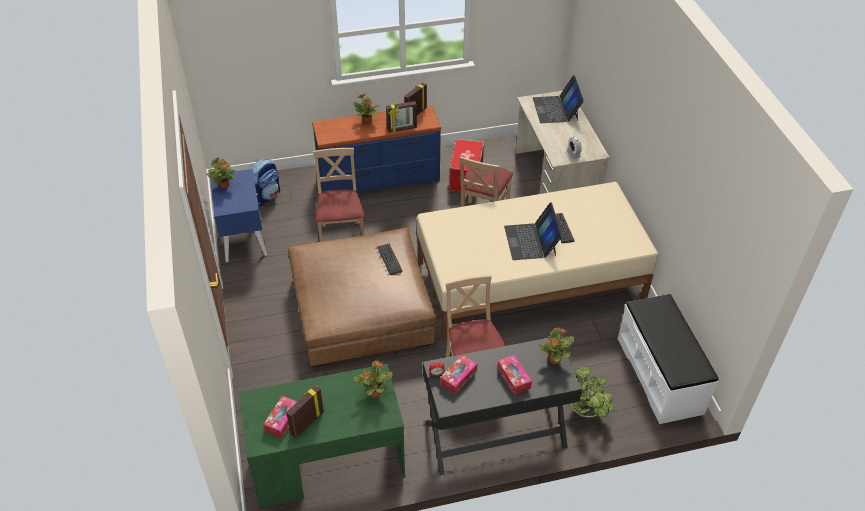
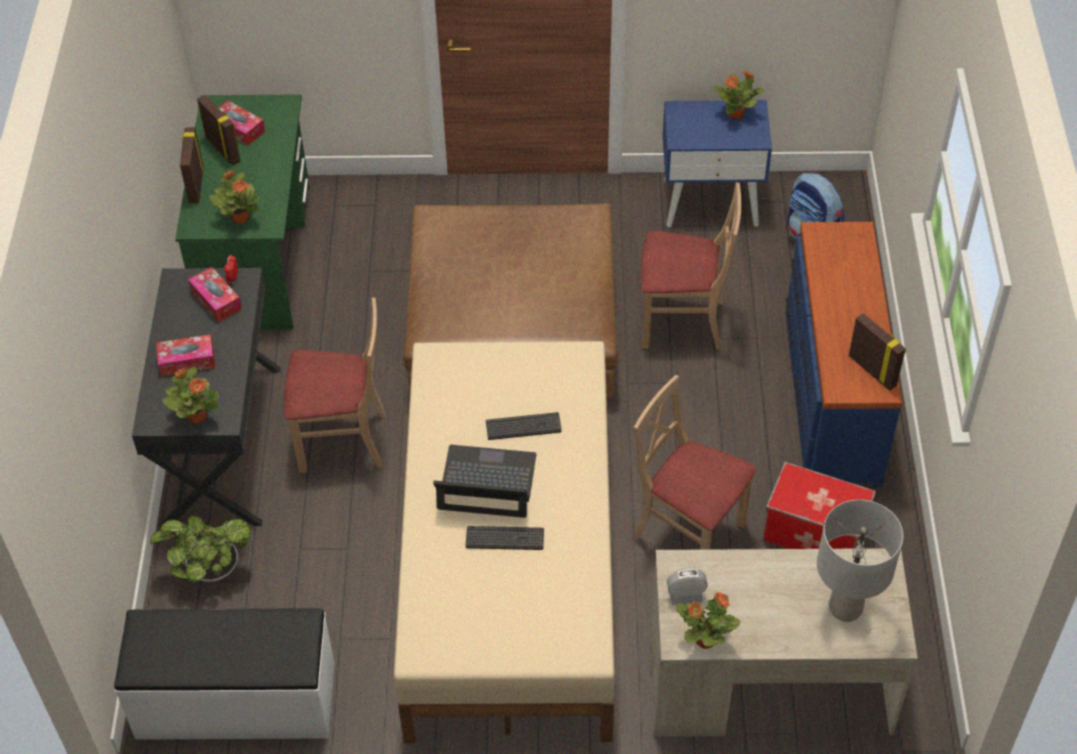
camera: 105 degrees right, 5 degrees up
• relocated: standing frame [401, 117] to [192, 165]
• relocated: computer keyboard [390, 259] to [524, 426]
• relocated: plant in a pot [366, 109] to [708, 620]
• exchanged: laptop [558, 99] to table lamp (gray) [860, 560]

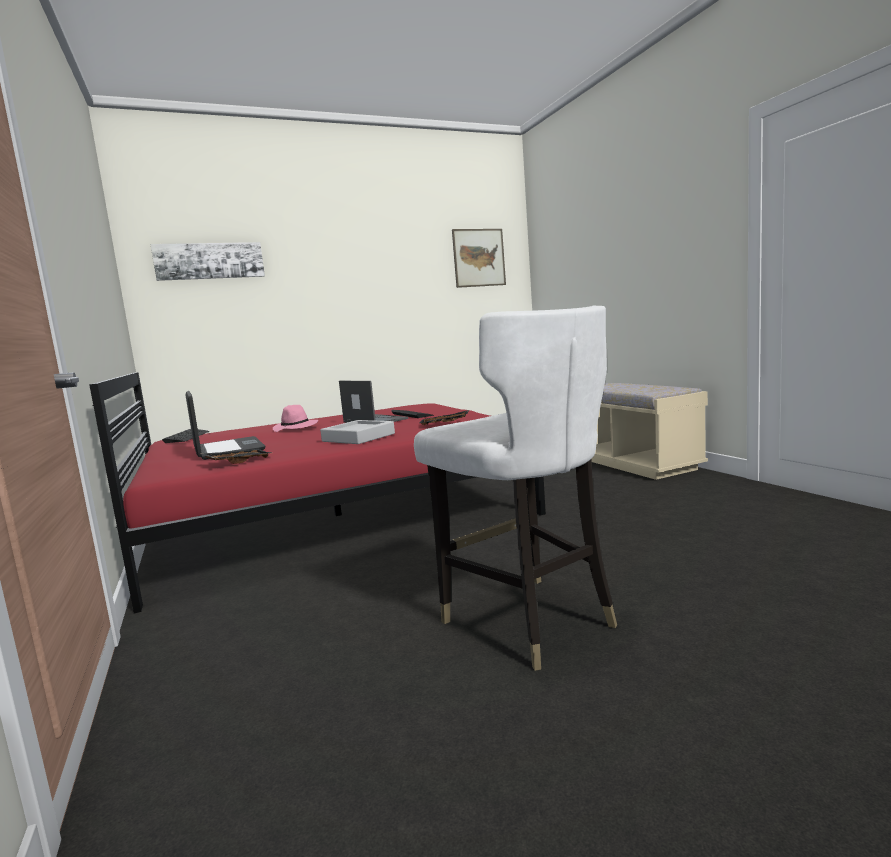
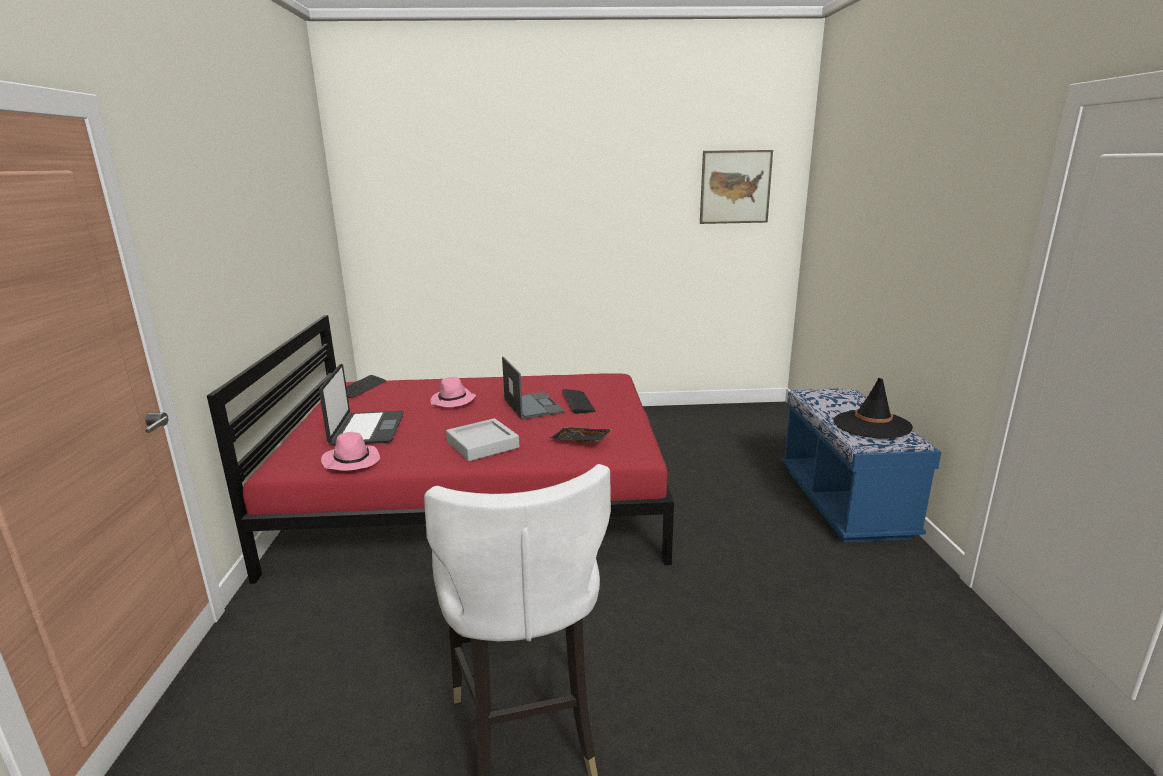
camera: 20 degrees right, 10 degrees up
• exchanged: serving tray (blackish) [235, 456] to clothing hat (pink) [350, 451]
• colour: indoor bench (beige) [649, 431] to indoor bench (blue-coloured) [861, 465]
• appeared: clothing hat (blackish) [873, 408]
• missing: wall art [207, 261]

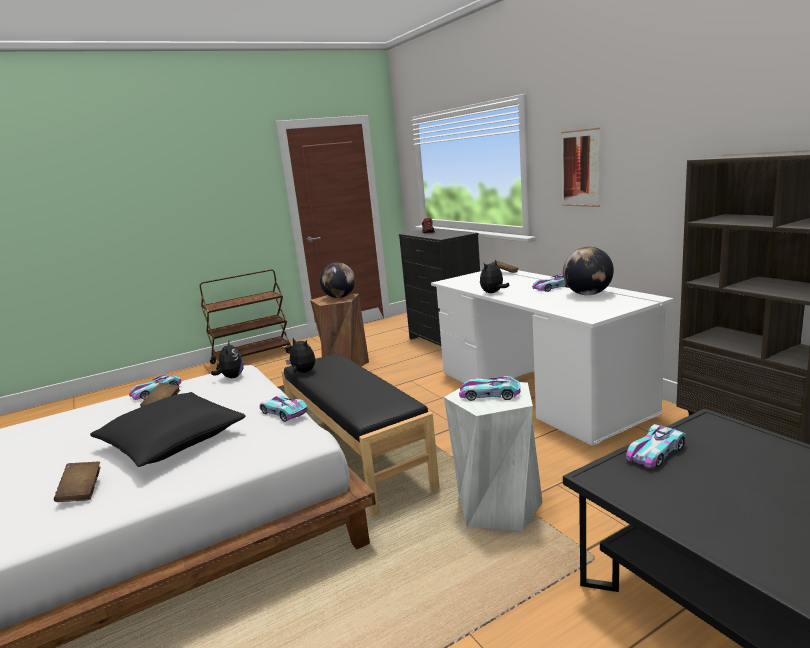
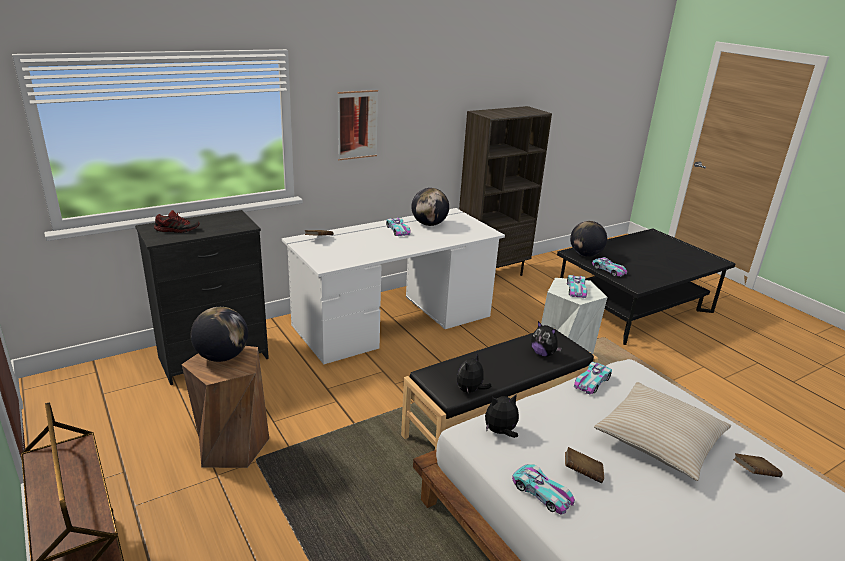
camera: 95 degrees left, 10 degrees up
• relocated: plush toy [495, 276] to [546, 339]
• appeared: desk globe [588, 239]
• colour: cushion (blackish) [168, 429] to cushion (beige) [662, 431]

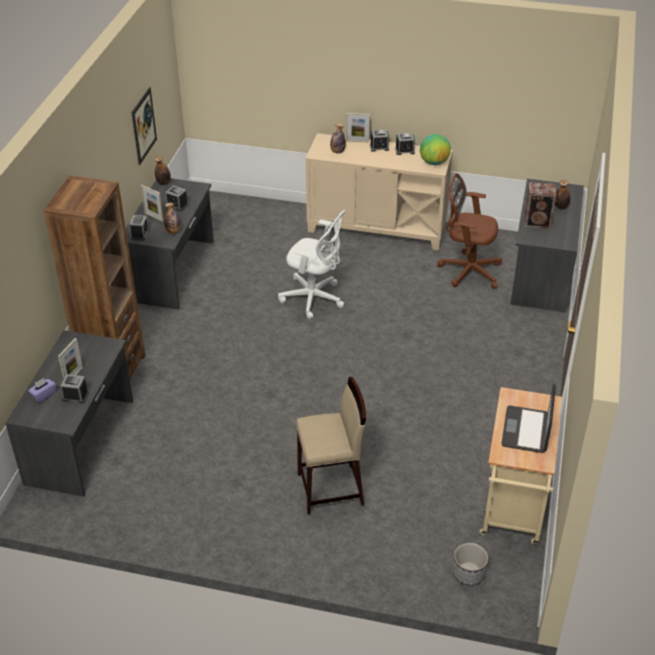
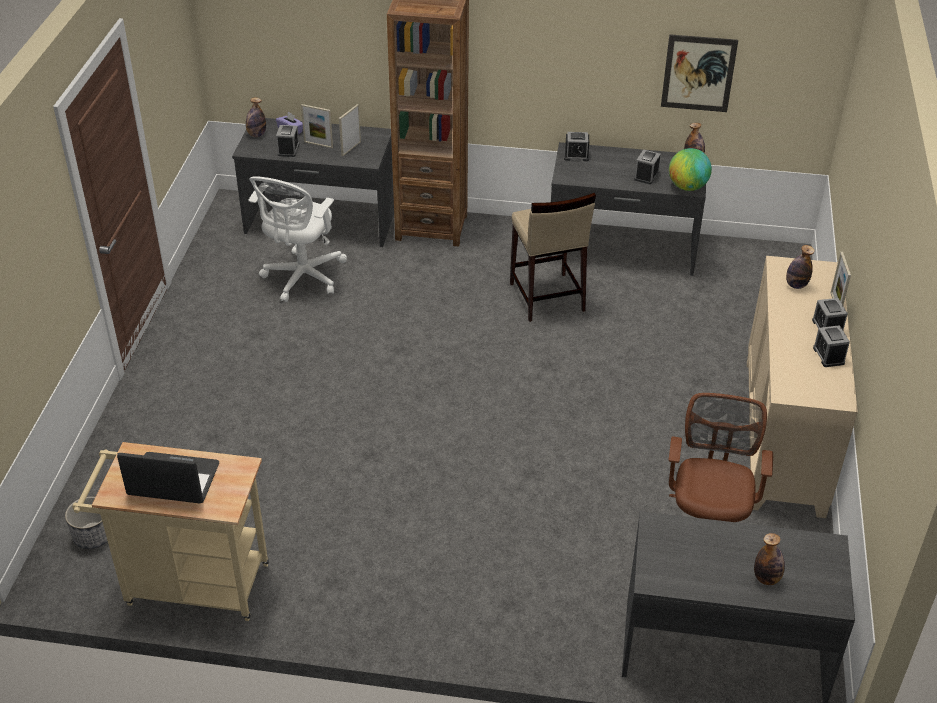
camera: 85 degrees right, 0 degrees up
• relocated: drink bottle [172, 218] to [256, 117]
• relocated: office chair (white-coloured) [311, 264] to [298, 239]
• relocated: standing frame [152, 203] to [350, 130]
• relocated: stool seat (beige) [331, 446] to [553, 257]
• relocated: desk globe [435, 149] to [690, 169]
• missing: audio speaker [540, 205]

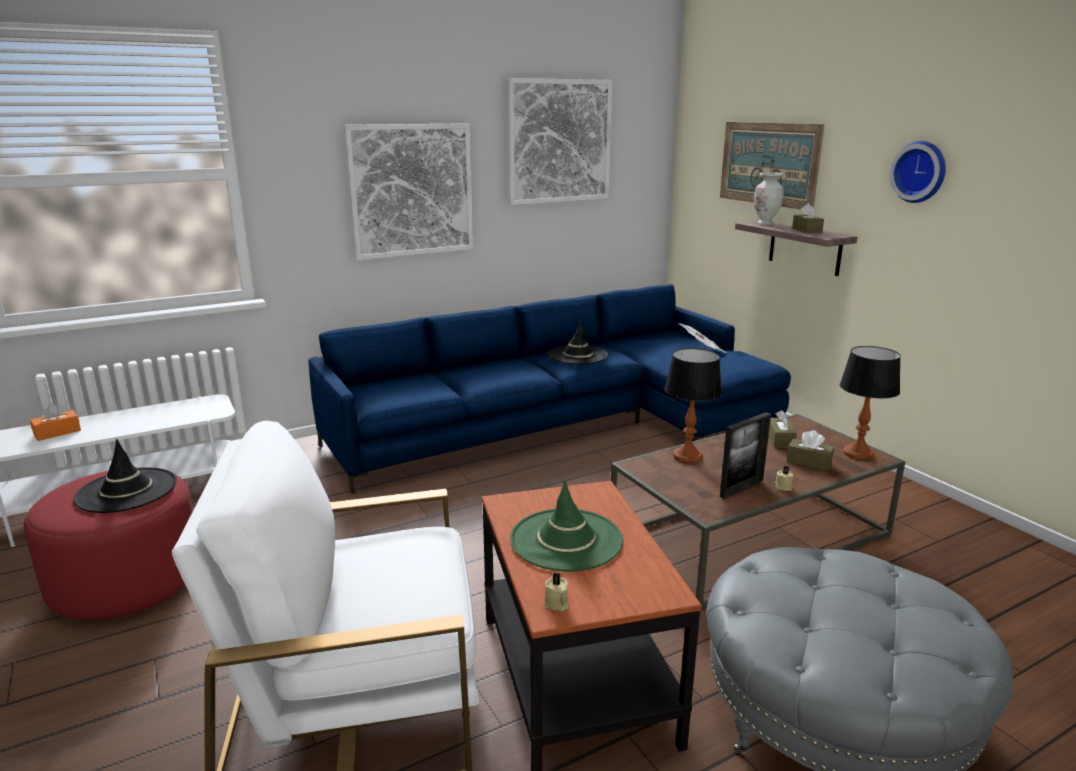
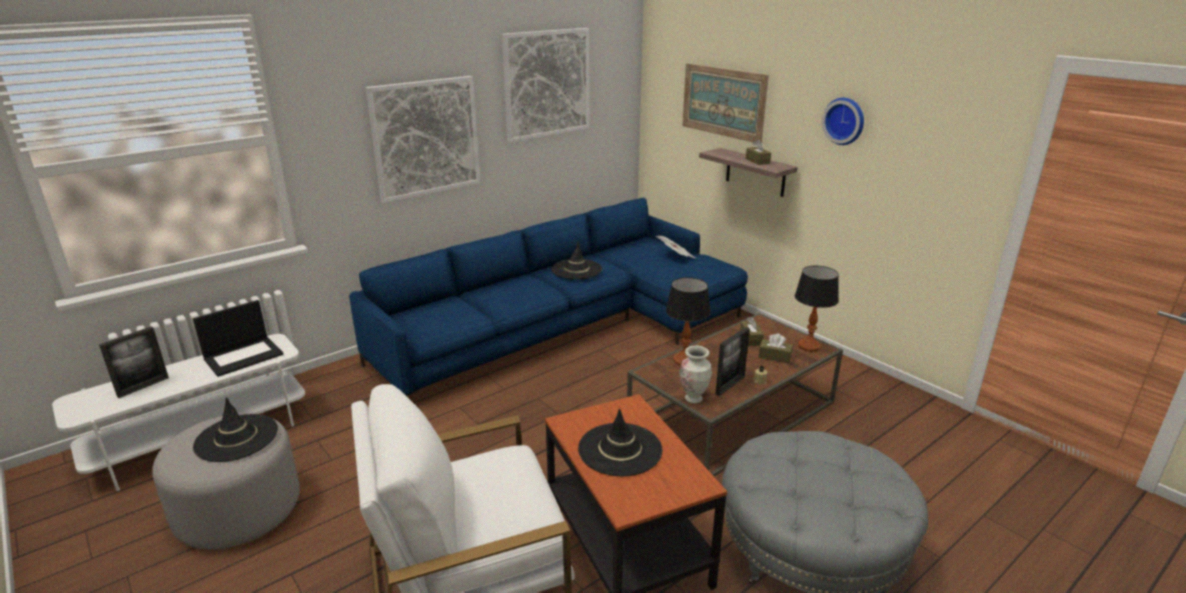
camera: 10 degrees left, 5 degrees up
• exchanged: tissue holder (orange-coloured) [55, 422] to standing frame [134, 362]
• colour: pouffe (red) [108, 545] to pouffe (gray) [226, 481]
• appeared: laptop [238, 338]
• colour: clothing hat (green) [566, 526] to clothing hat (blackish) [620, 442]
• relocated: vase [769, 199] to [695, 375]
• missing: wax light (beige) [556, 591]

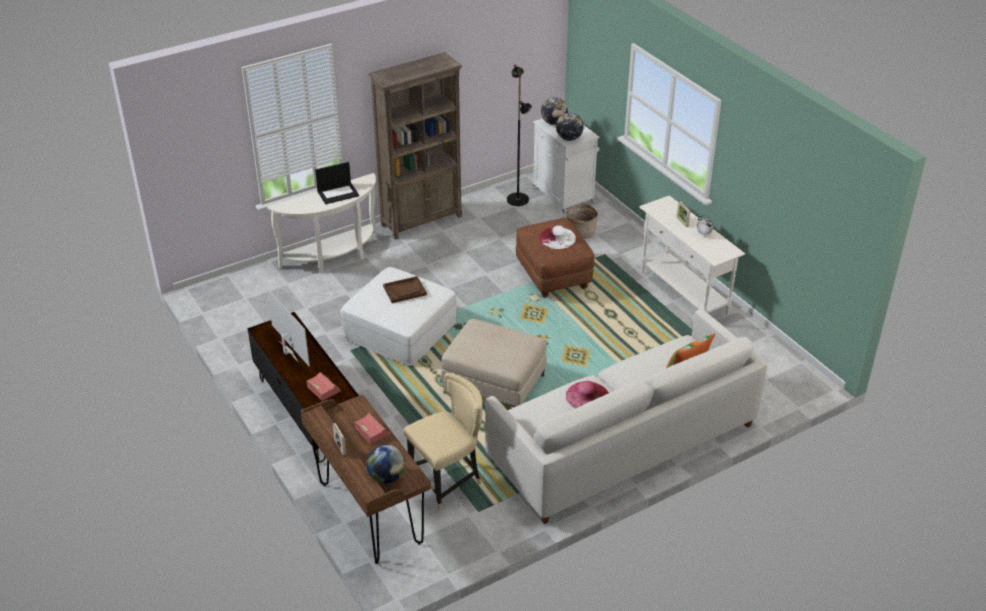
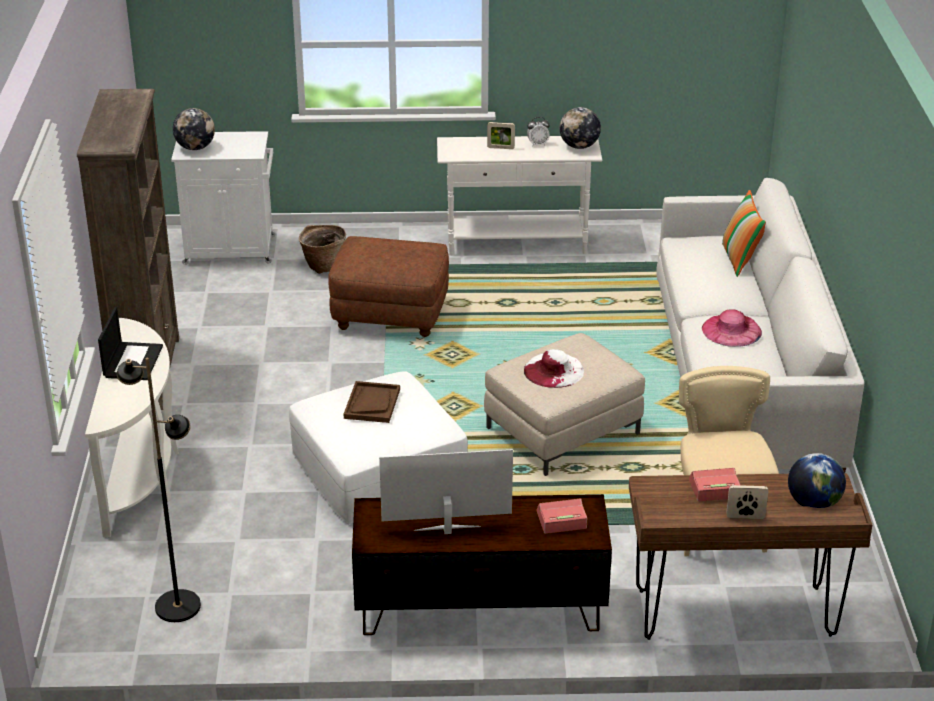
camera: 60 degrees left, 5 degrees down
• relocated: floor lamp (blackish) [519, 135] to [159, 490]
• relocated: clothing hat (white-coloured) [557, 237] to [554, 368]
• relocated: desk globe [570, 127] to [580, 128]

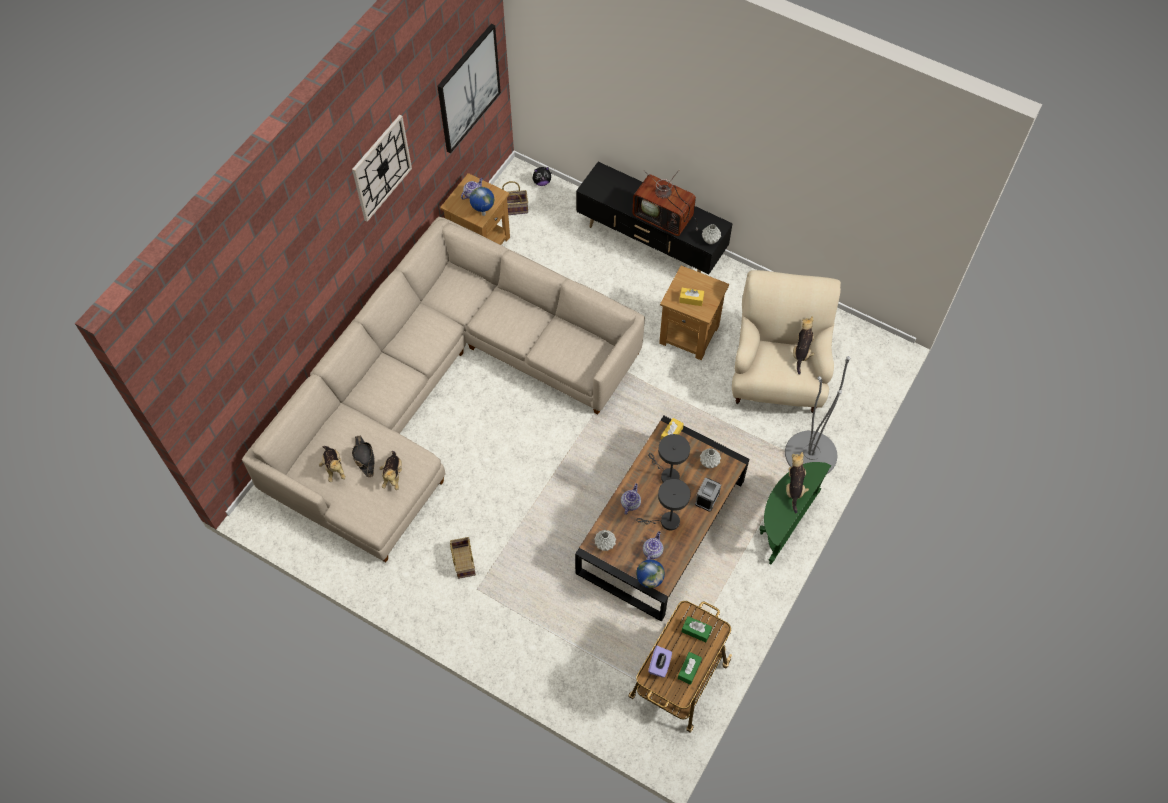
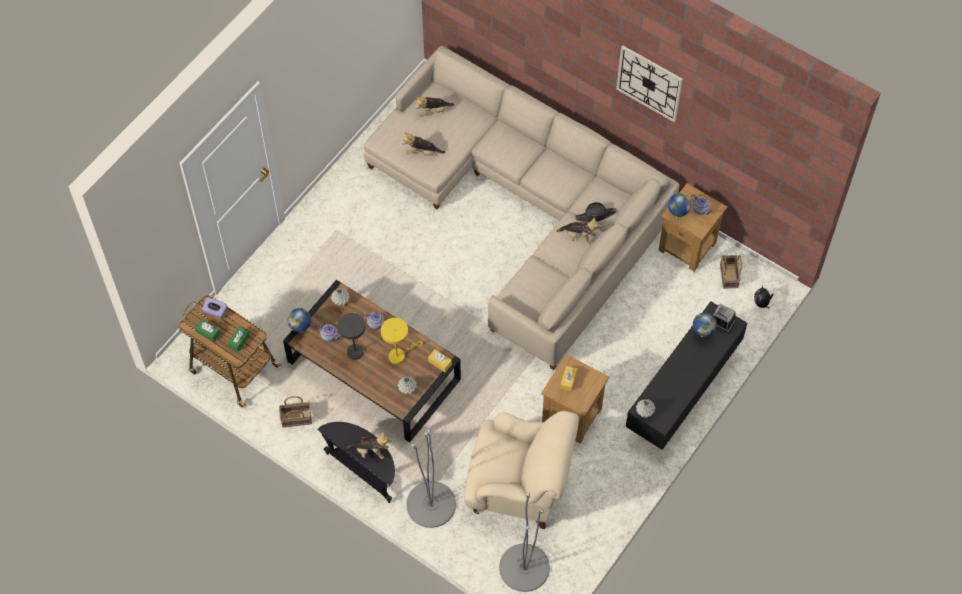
camera: 95 degrees right, 0 degrees up
• relocated: basket [463, 558] to [295, 412]
• colour: side table (green) [795, 513] to side table (blackish) [356, 462]
• colour: table lamp (gray) [669, 458] to table lamp (yellow-coloured) [401, 341]
• appeared: floor lamp (gray) [524, 542]
• relocated: plush toy [804, 345] to [578, 230]
• relocated: clothing hat (blackish) [363, 456] to [596, 212]
• appeared: desk globe [705, 324]
• relocated: alarm clock [708, 495] to [724, 317]
• missing: wall art [469, 88]
• missing: TV [665, 203]

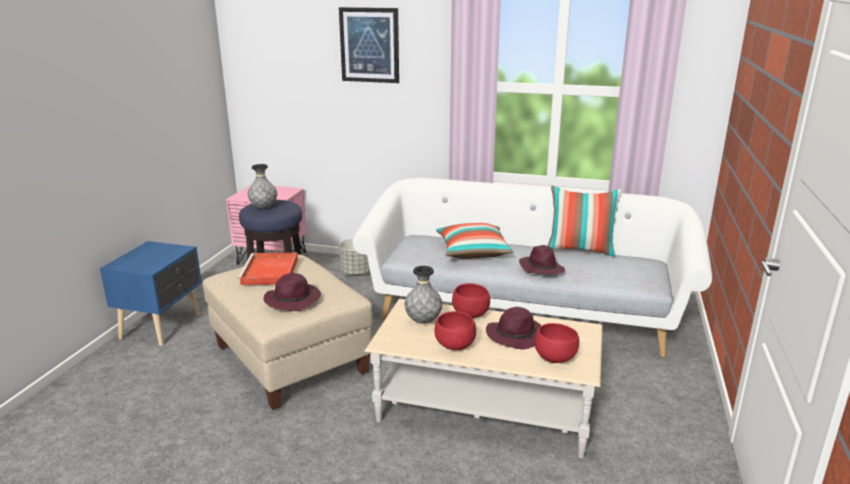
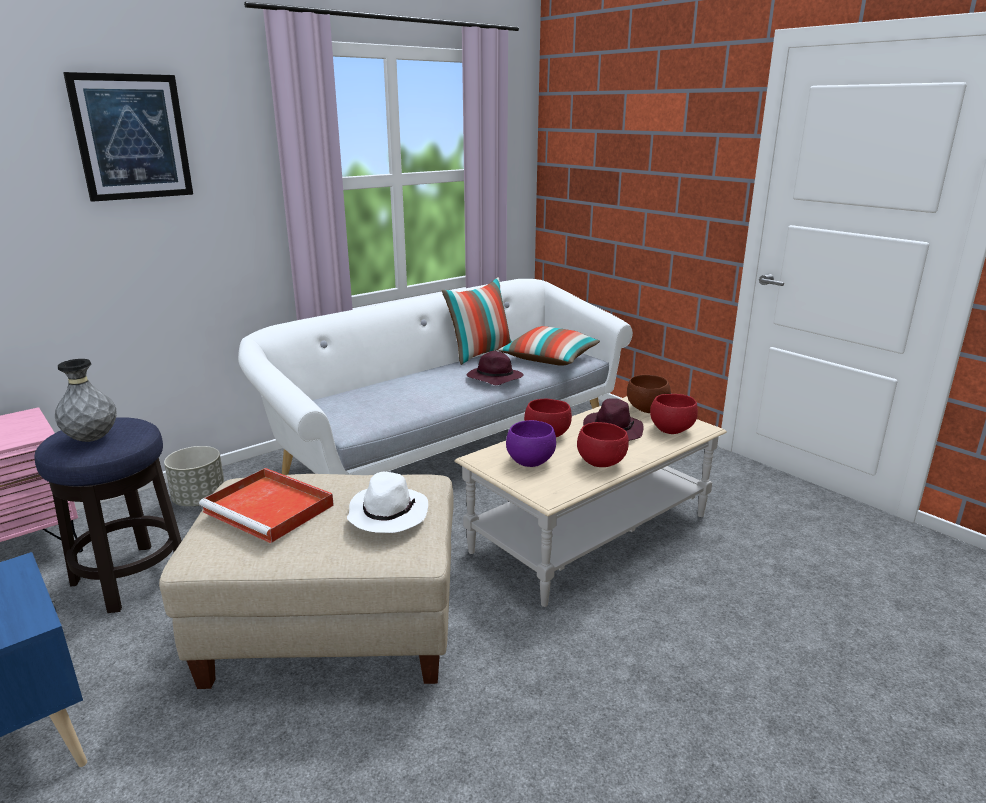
camera: 55 degrees left, 0 degrees up
• colour: clothing hat (purple-coloured) [292, 292] to clothing hat (white-coloured) [387, 502]
• relocated: cushion [474, 241] to [549, 346]
• exchanged: vase (gray) [423, 295] to bowl (purple-coloured) [531, 443]
• appeared: bowl (brownish) [649, 394]

